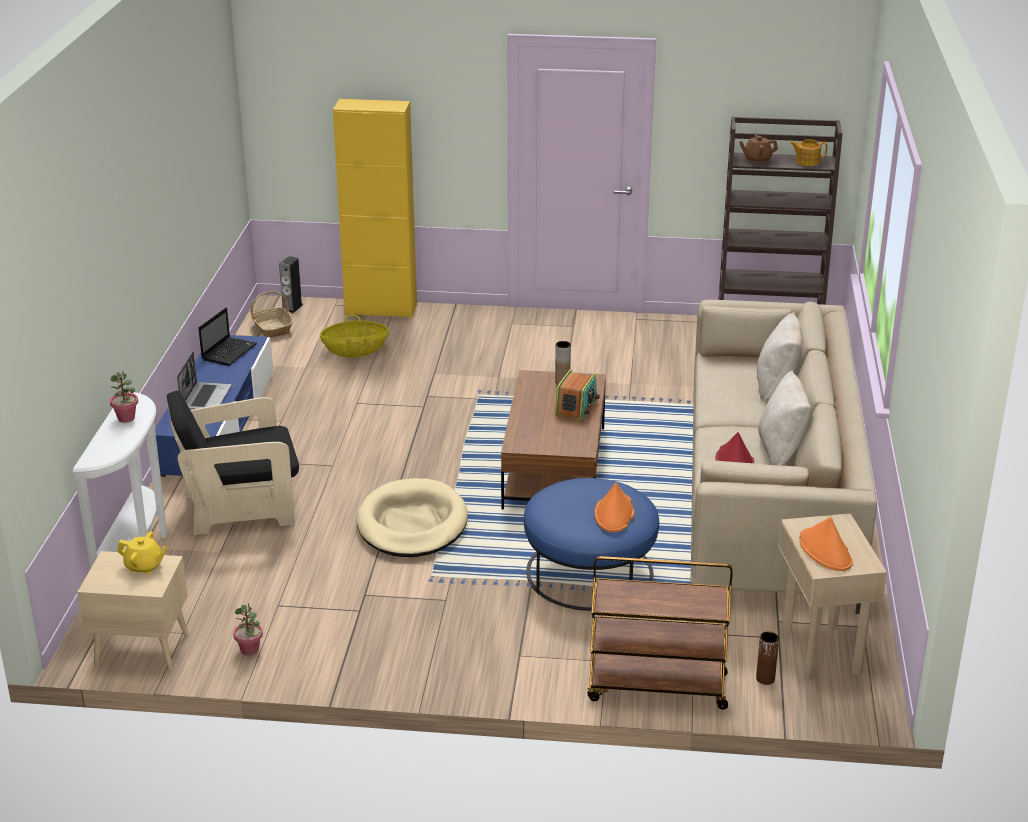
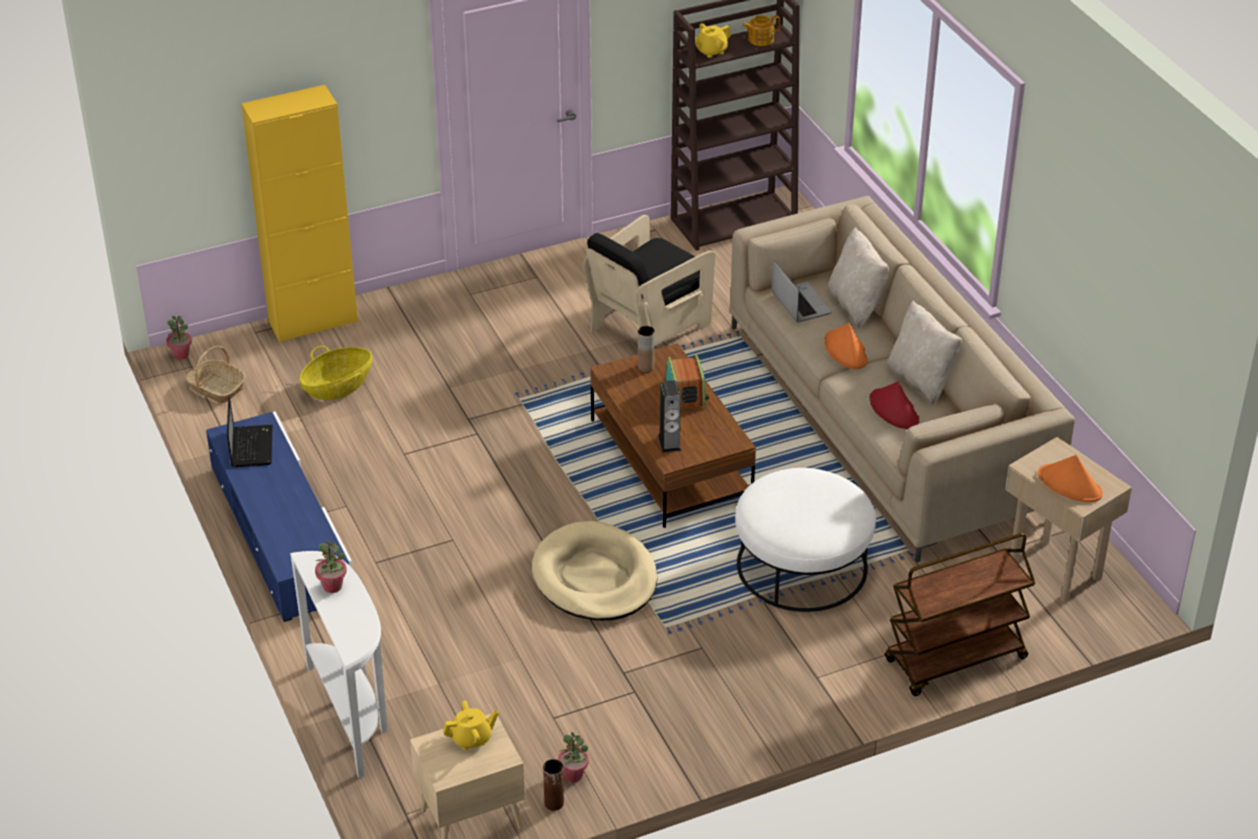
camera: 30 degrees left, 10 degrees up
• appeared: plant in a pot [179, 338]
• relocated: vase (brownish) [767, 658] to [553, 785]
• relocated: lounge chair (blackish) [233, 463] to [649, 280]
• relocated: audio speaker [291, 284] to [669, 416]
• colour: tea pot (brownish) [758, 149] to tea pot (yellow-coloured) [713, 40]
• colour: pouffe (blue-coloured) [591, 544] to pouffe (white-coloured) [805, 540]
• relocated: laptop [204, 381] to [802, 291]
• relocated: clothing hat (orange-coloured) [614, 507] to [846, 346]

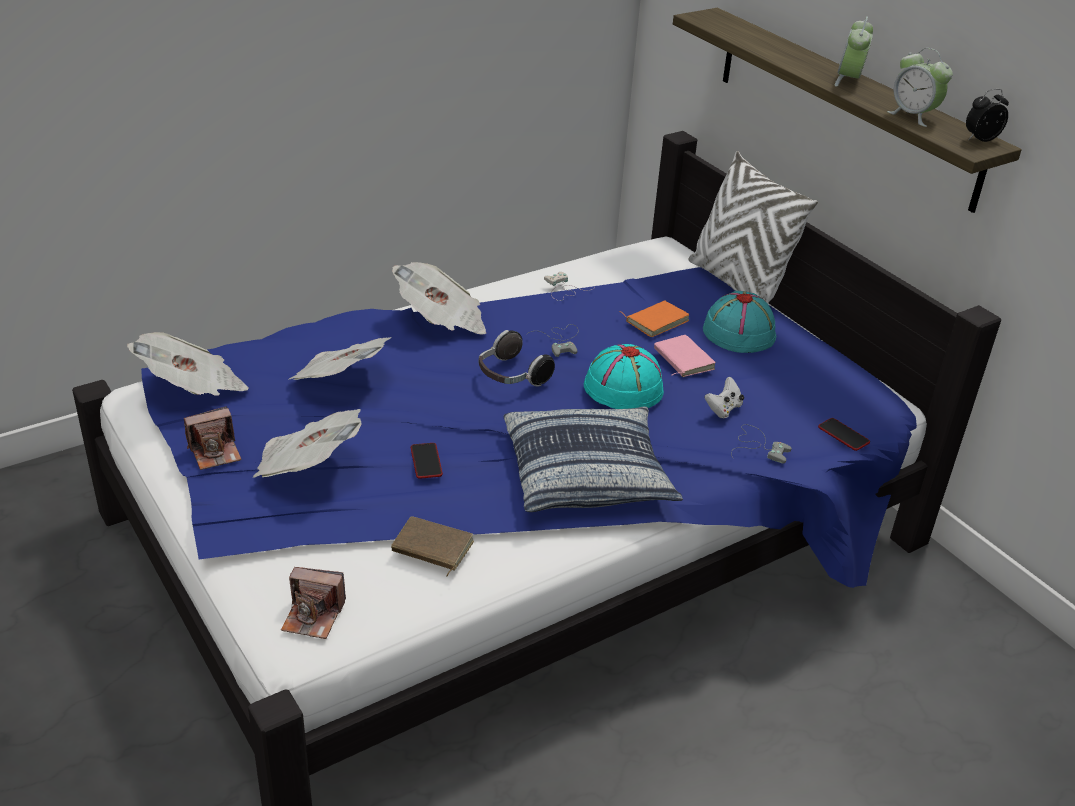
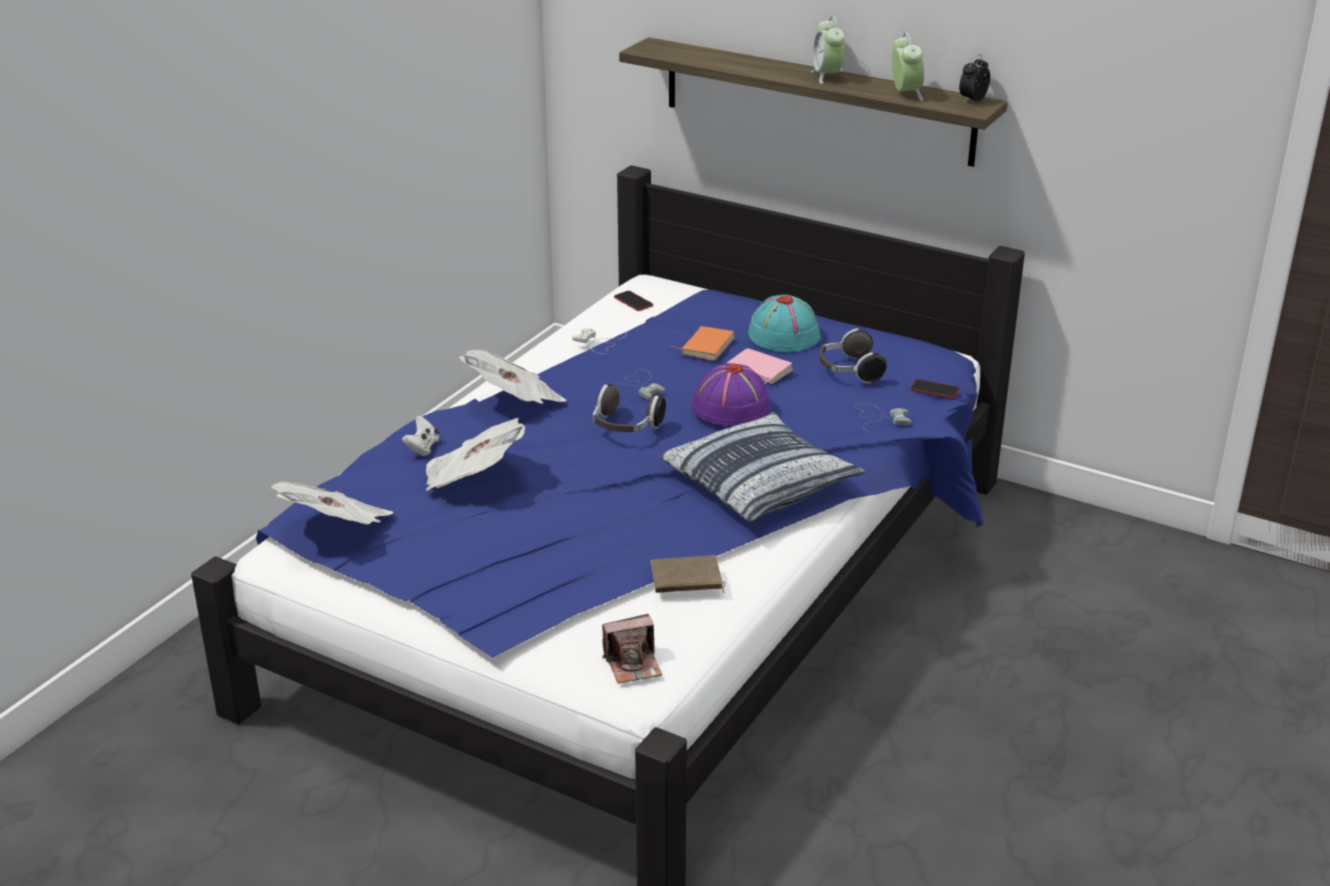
camera: 25 degrees left, 5 degrees down
• relocated: gamepad (white-coloured) [724, 397] to [420, 435]
• relocated: phone [427, 461] to [633, 301]
• colour: clothing hat (turquoise) [624, 376] to clothing hat (purple-coloured) [731, 394]
• appeared: headphones [853, 356]
• spun: alarm clock [920, 87] = [908, 67] 120 degrees counterclockwise
• missing: photo camera [213, 438]
• missing: daily paper [307, 443]
• missing: cushion (white-coloured) [753, 227]

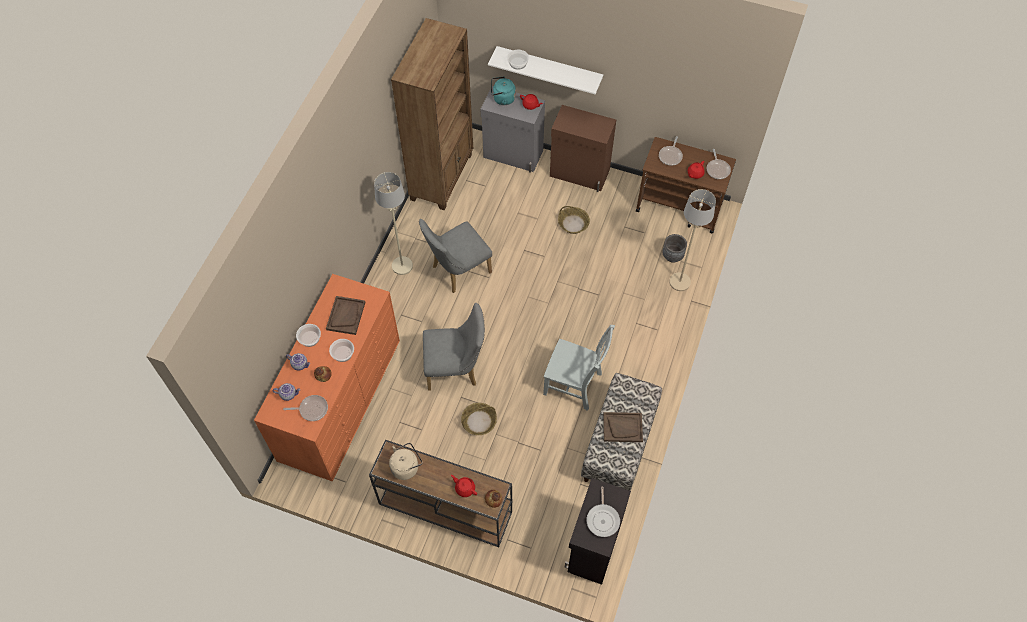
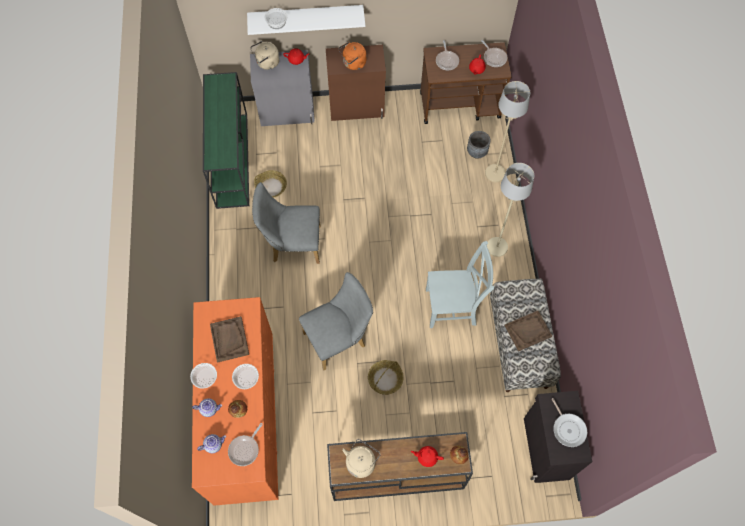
camera: 25 degrees left, 5 degrees up
• exchanged: shelving unit (brownish) [432, 114] to narrow table (green) [226, 140]
• spun: skillet [305, 408] = [245, 444] 150 degrees clockwise
• colour: kettle (turquoise) [503, 90] to kettle (beige) [265, 55]
• spun: upright chair (gray) [455, 256] = [286, 223] 60 degrees clockwise
• relocated: basket [574, 220] to [270, 184]
• appeared: kettle (orange-coloured) [352, 56]
• relocated: floor lamp (beige) [393, 223] to [510, 210]

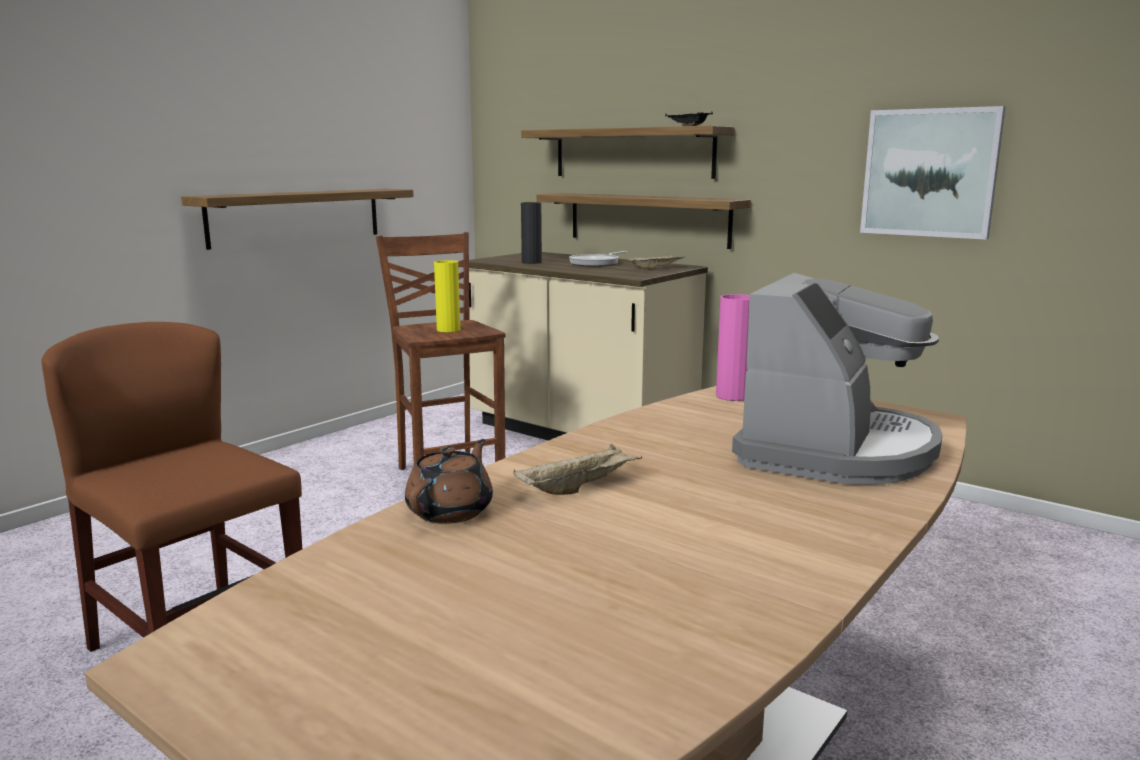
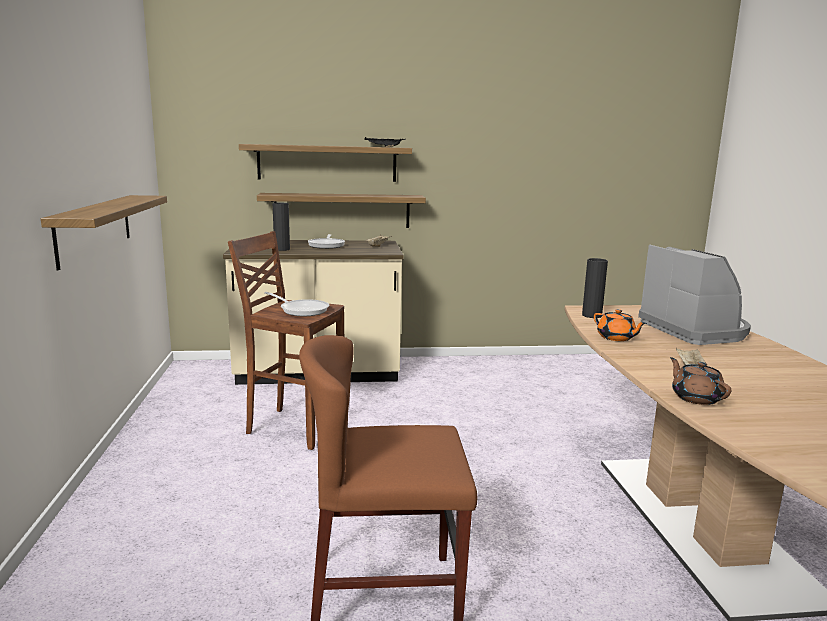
camera: 45 degrees left, 0 degrees up
• exchanged: vase (yellow-coloured) [447, 296] to skillet [296, 304]
• colour: vase (pink) [733, 347] to vase (blackish) [595, 288]
• appeared: tea pot (orange-coloured) [620, 325]
• missing: wall art [933, 173]

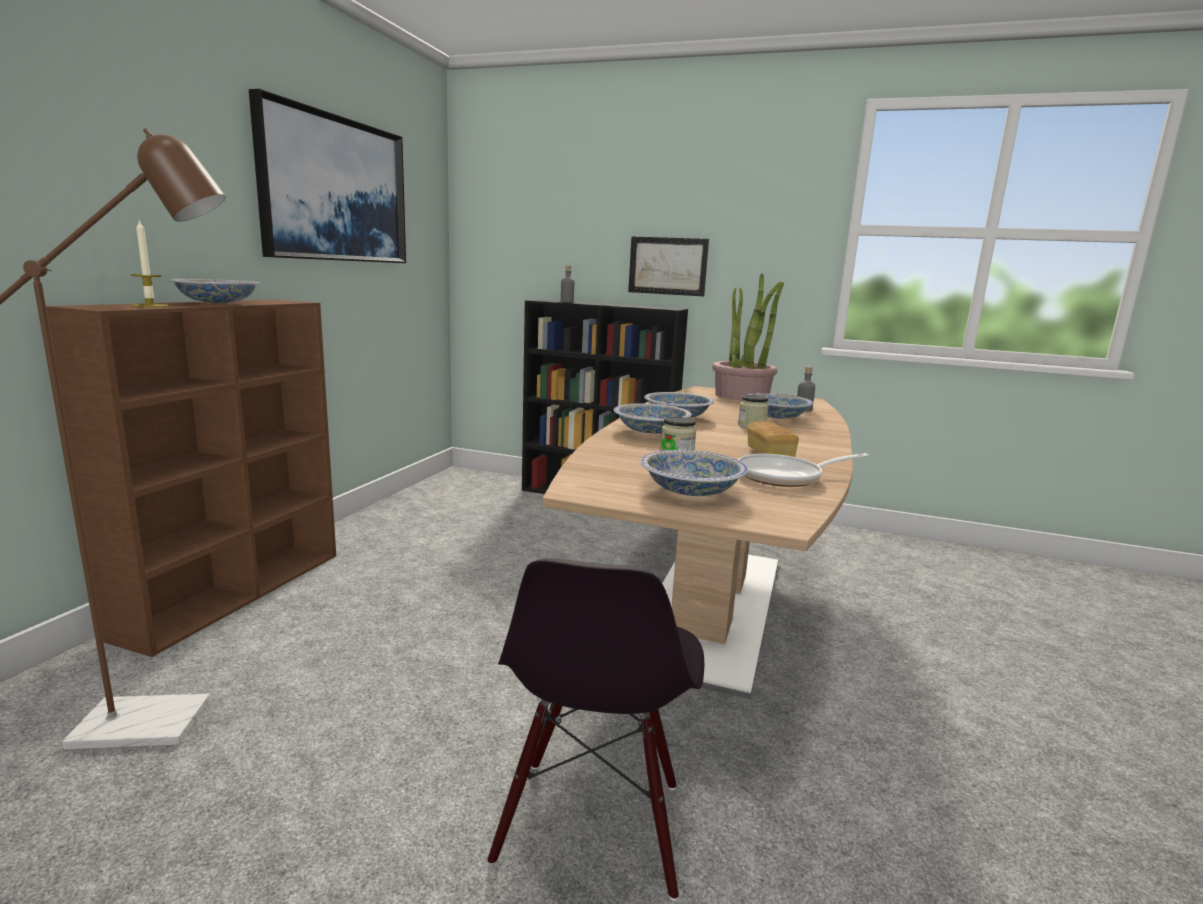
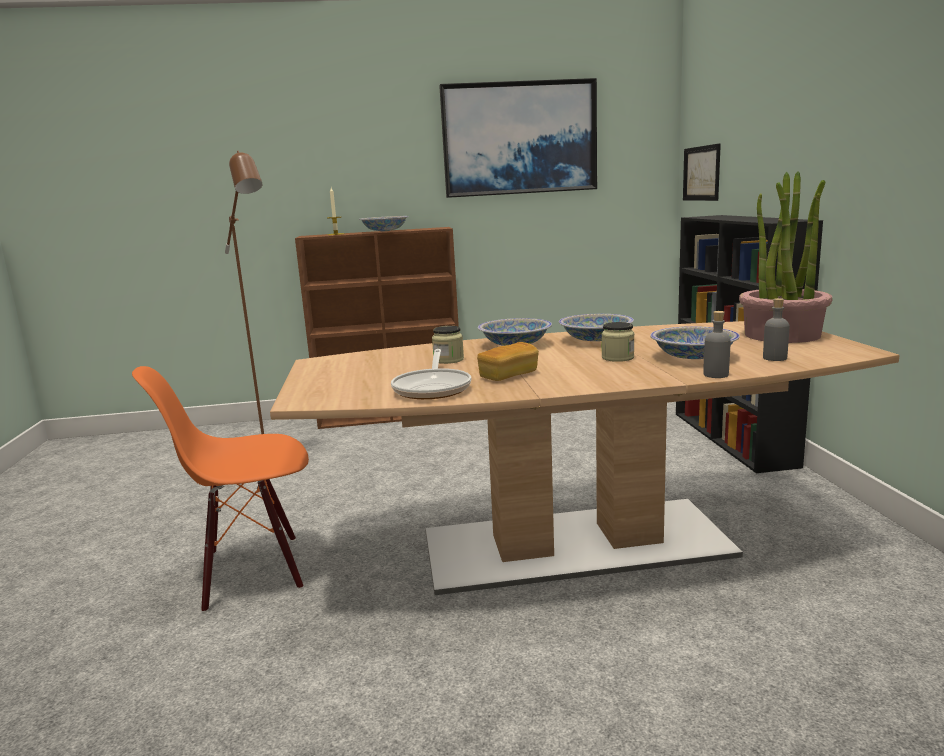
camera: 65 degrees right, 0 degrees up
• colour: upright chair (blackish) [595, 729] to upright chair (orange-coloured) [220, 489]
• spun: skillet [803, 470] = [431, 374] 135 degrees counterclockwise
• relocated: wall art [668, 266] to [702, 172]
• relocated: drink bottle (gray) [567, 284] to [717, 344]
• missing: bowl [694, 473]

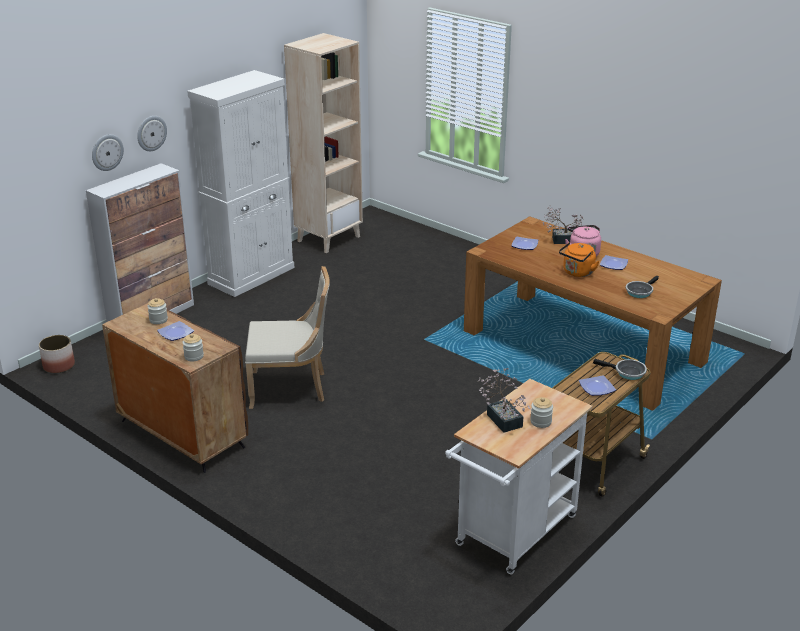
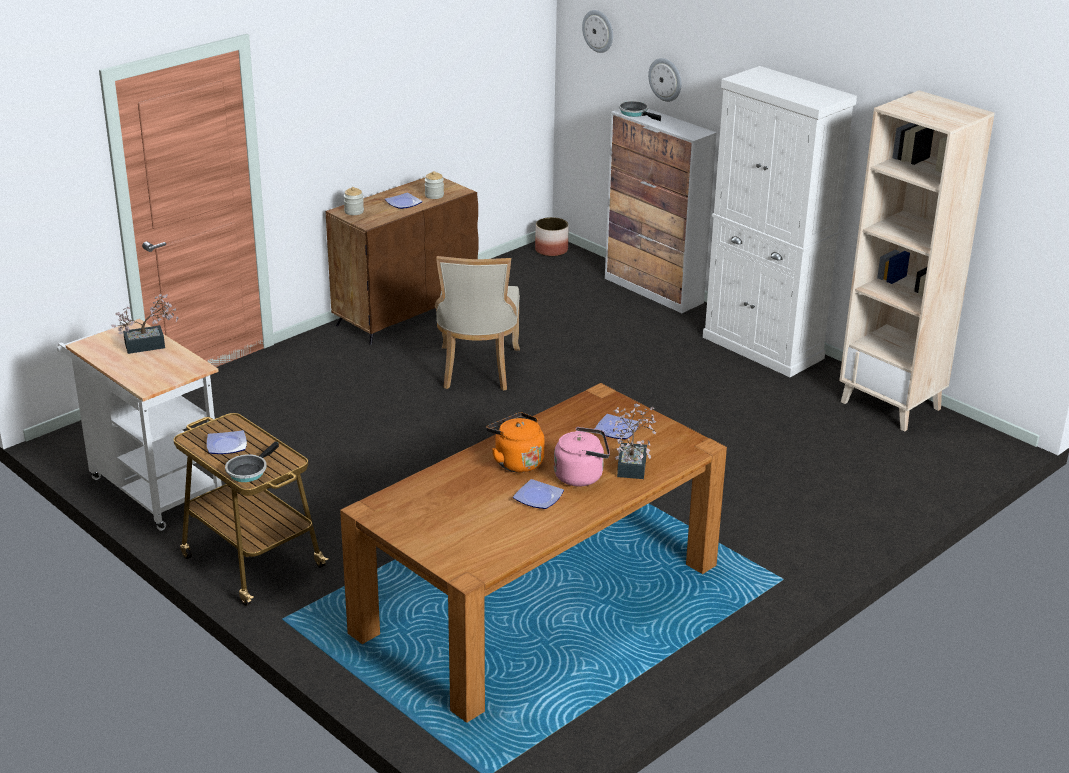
camera: 95 degrees right, 0 degrees up
• relocated: wall clock [152, 133] to [597, 31]
• relocated: skillet [642, 287] to [640, 111]
• missing: preserve jar [541, 412]

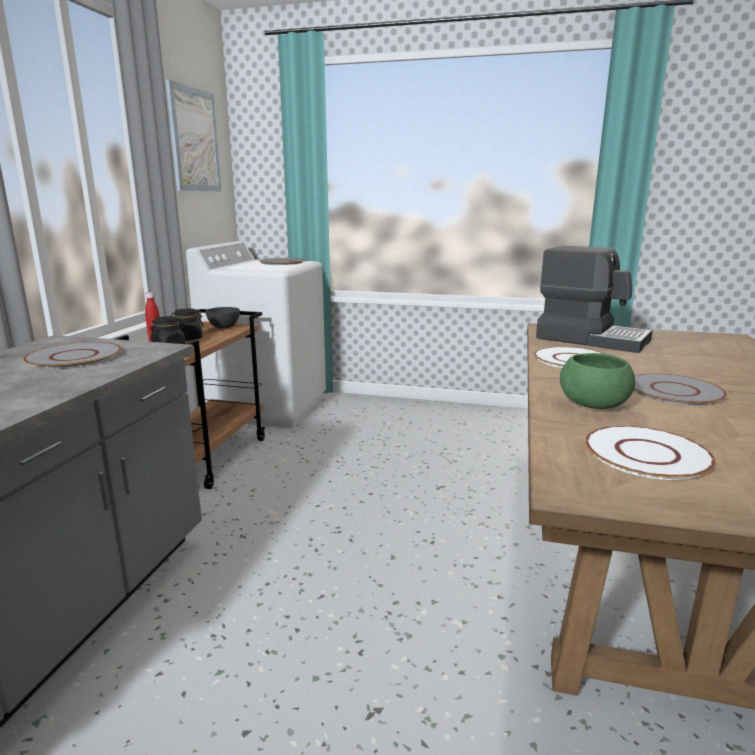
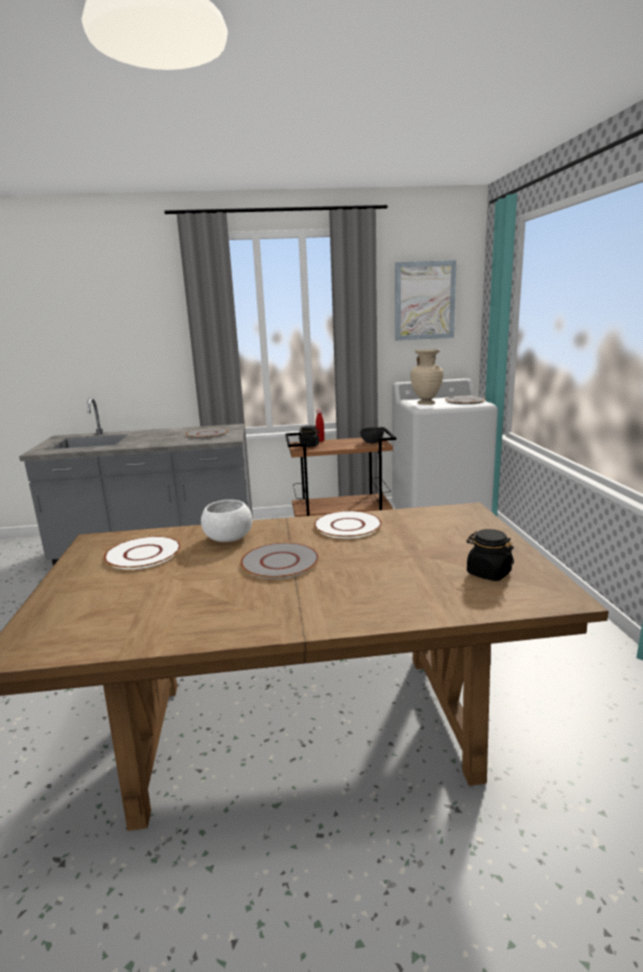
camera: 70 degrees right, 0 degrees up
• colour: bowl (green) [597, 381] to bowl (white-coloured) [226, 520]
• appeared: vase (beige) [426, 377]
• relocated: preserve jar (blackish) [187, 324] to [490, 555]
• missing: coffee machine [594, 299]

